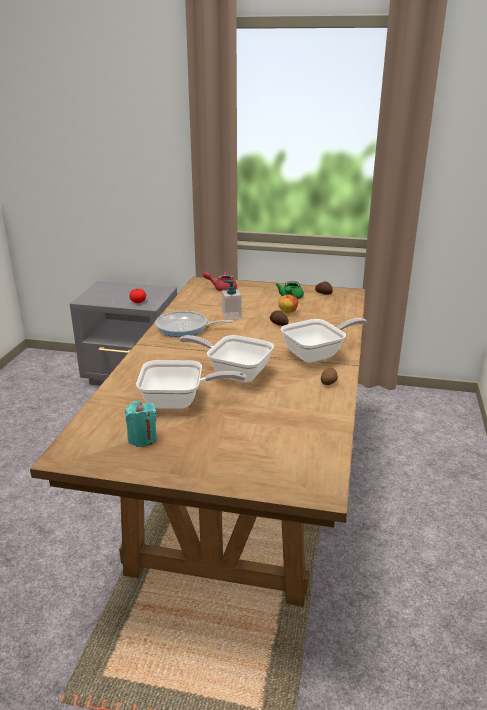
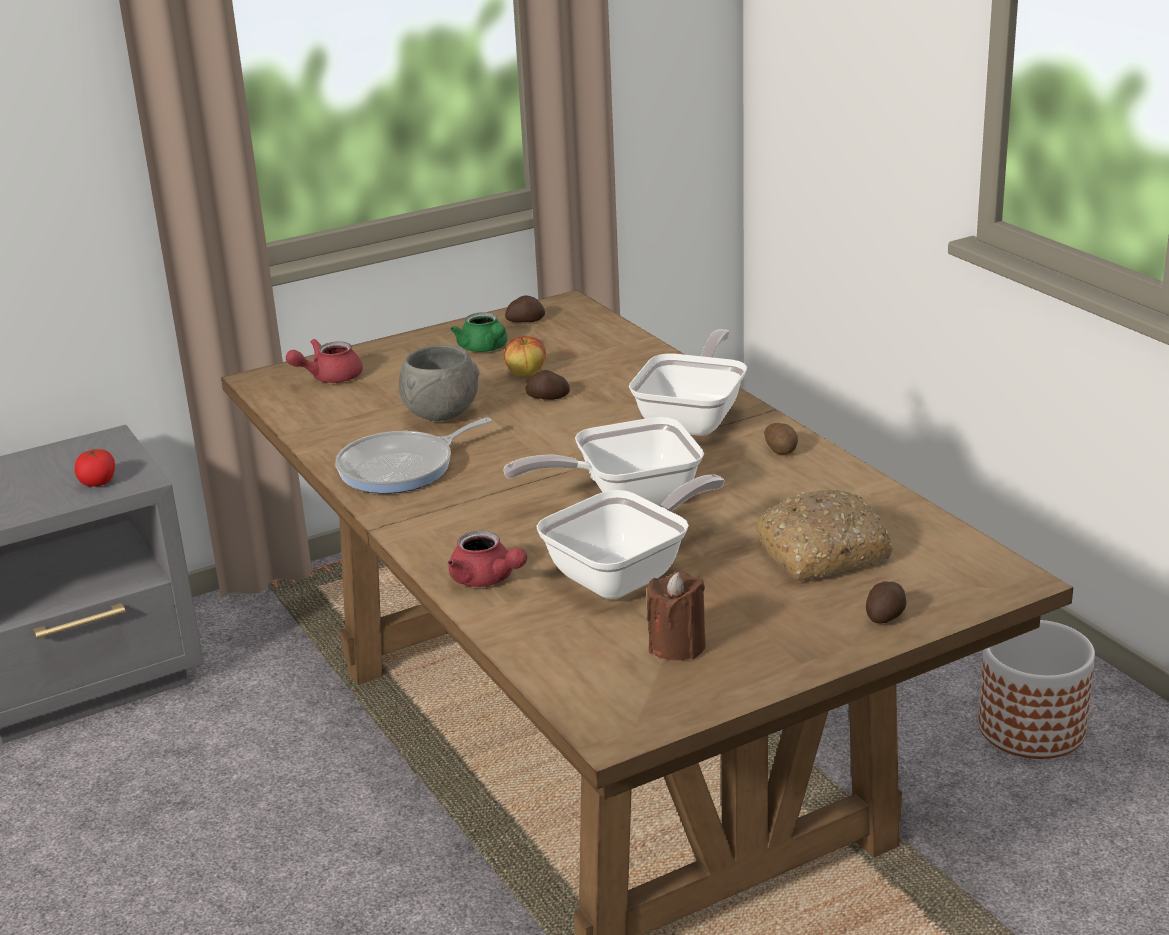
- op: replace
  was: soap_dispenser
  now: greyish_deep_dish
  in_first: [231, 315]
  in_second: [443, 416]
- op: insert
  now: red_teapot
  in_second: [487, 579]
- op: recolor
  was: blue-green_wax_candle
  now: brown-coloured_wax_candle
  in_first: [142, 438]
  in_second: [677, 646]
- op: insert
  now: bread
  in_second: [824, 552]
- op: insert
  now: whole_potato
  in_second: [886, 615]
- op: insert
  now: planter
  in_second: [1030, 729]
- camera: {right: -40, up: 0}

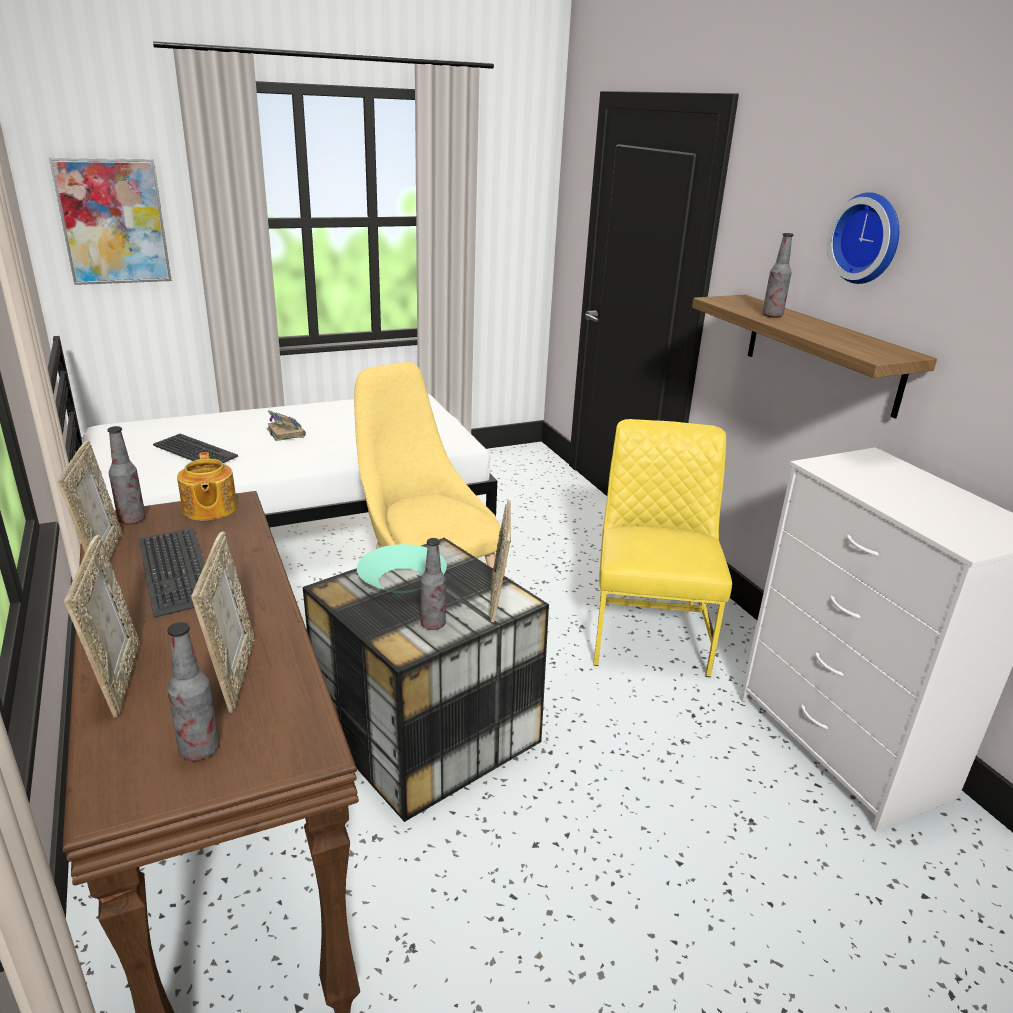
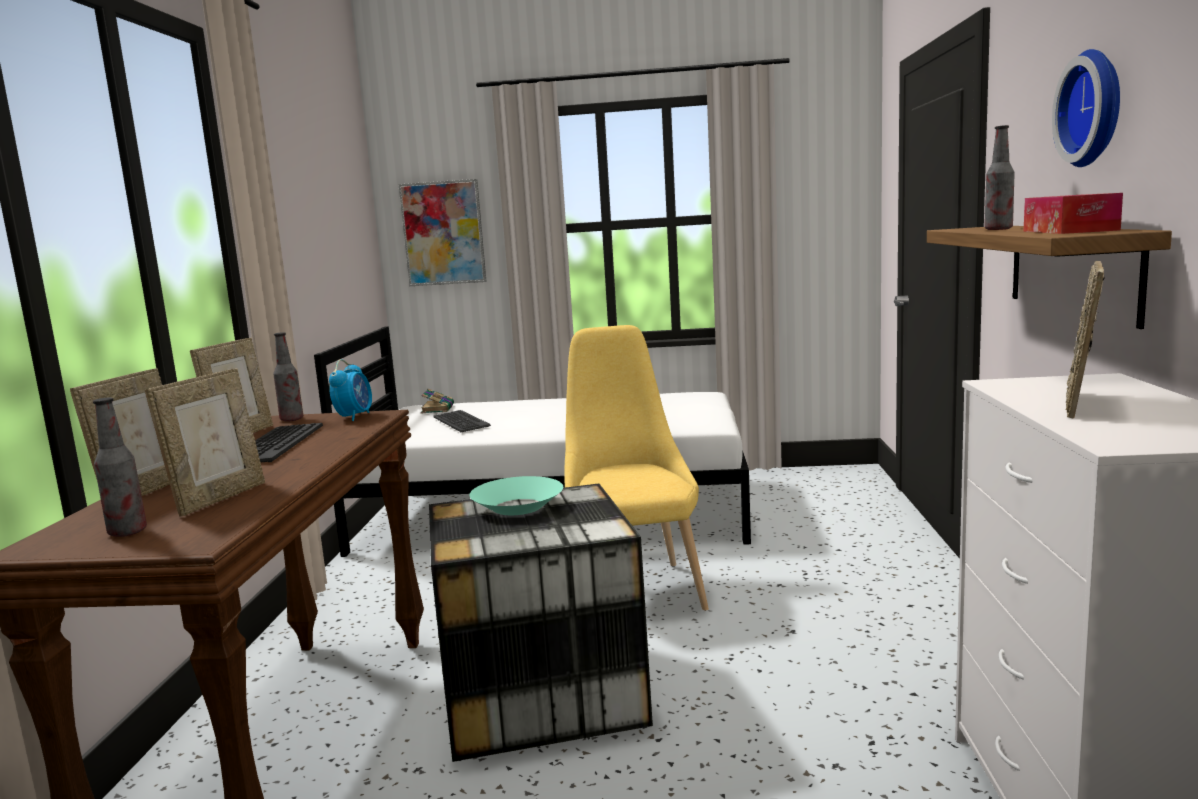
- op: replace
  was: teapot
  now: alarm_clock
  in_first: [209, 509]
  in_second: [354, 416]
- op: move
  was: volume
  in_first: [285, 432]
  in_second: [437, 408]
- op: insert
  now: tissue_box
  in_second: [1069, 230]
- op: move
  was: standing_frame
  in_first: [499, 599]
  in_second: [1081, 405]
- op: delete
  was: bottle
  in_first: [433, 624]
- op: delete
  was: yellowish_chair
  in_first: [649, 633]
- camera: {right: 30, up: -15}

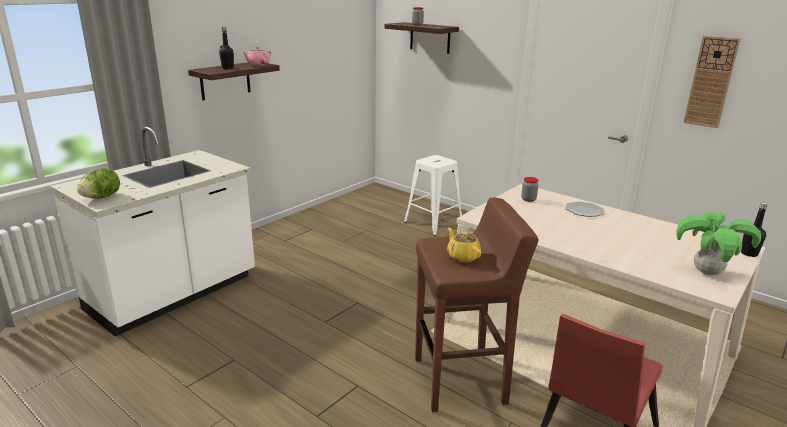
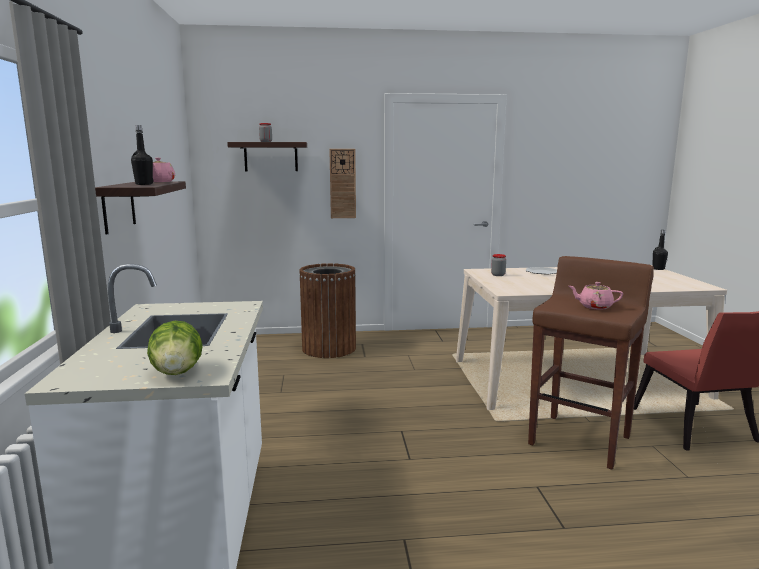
- op: replace
  was: whitish_sitting_stool
  now: brown-coloured_waste_bin
  in_first: [433, 222]
  in_second: [329, 348]
- op: move
  was: clock_on_the_wall
  in_first: [711, 82]
  in_second: [342, 183]
- op: recolor
  was: yellowish_teapot
  now: pink_teapot
  in_first: [462, 256]
  in_second: [594, 306]
- op: delete
  was: potted_plant
  in_first: [707, 272]
- camera: {right: -45, up: -10}

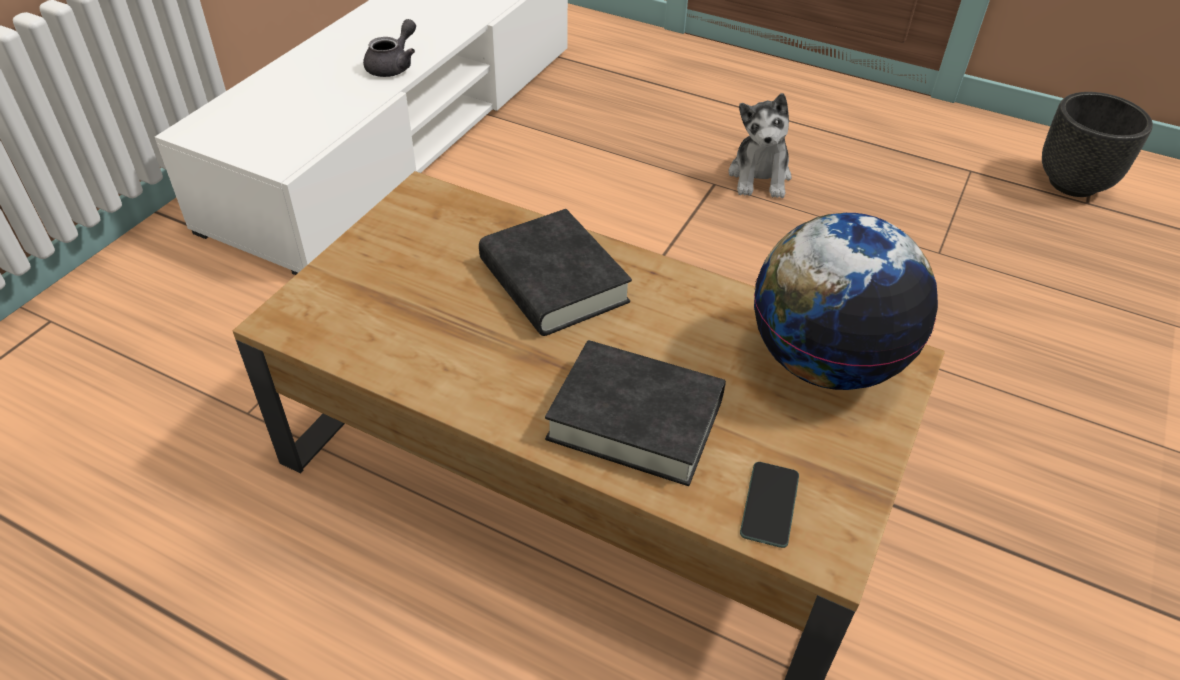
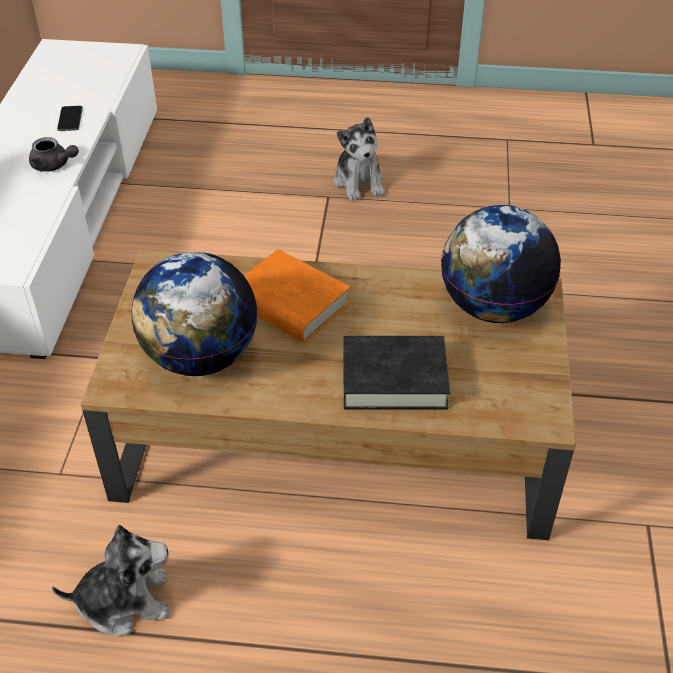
- op: rotate
  was: greyish_teapot
  in_first: [393, 66]
  in_second: [54, 165]
  clockwise: 105
- op: insert
  now: soft_toy
  in_second: [125, 601]
- op: move
  was: telephone
  in_first: [769, 504]
  in_second: [70, 119]
- op: insert
  now: desk_globe
  in_second: [200, 357]
- op: recolor
  was: blackish_volume
  now: orangey_volume
  in_first: [553, 282]
  in_second: [290, 303]
- op: delete
  was: blackish_planter
  in_first: [1074, 184]
- camera: {right: -20, up: 0}

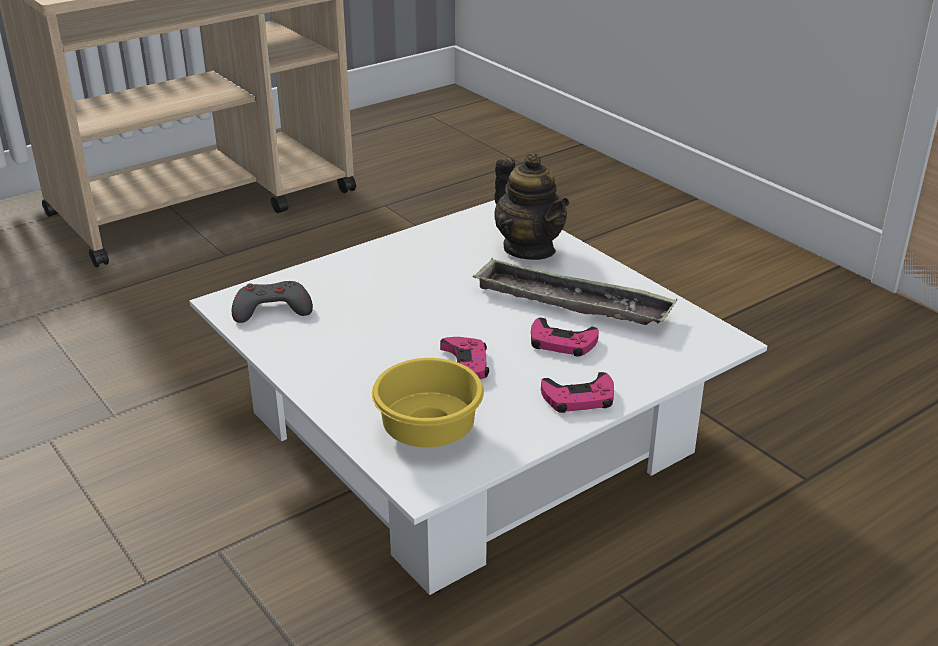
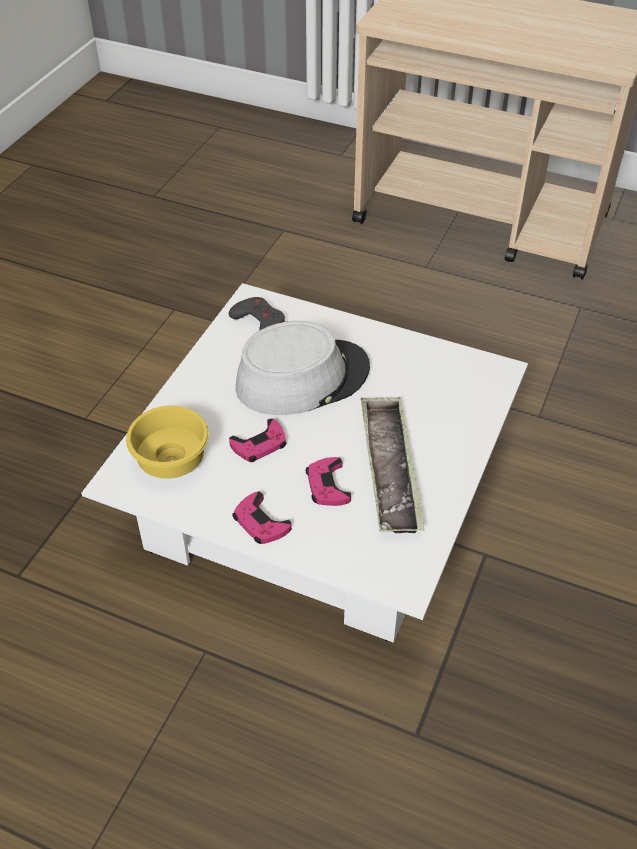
- op: insert
  now: greyish_clothing_hat
  in_second: [302, 377]
- op: delete
  was: teapot
  in_first: [529, 249]
- camera: {right: 60, up: 15}

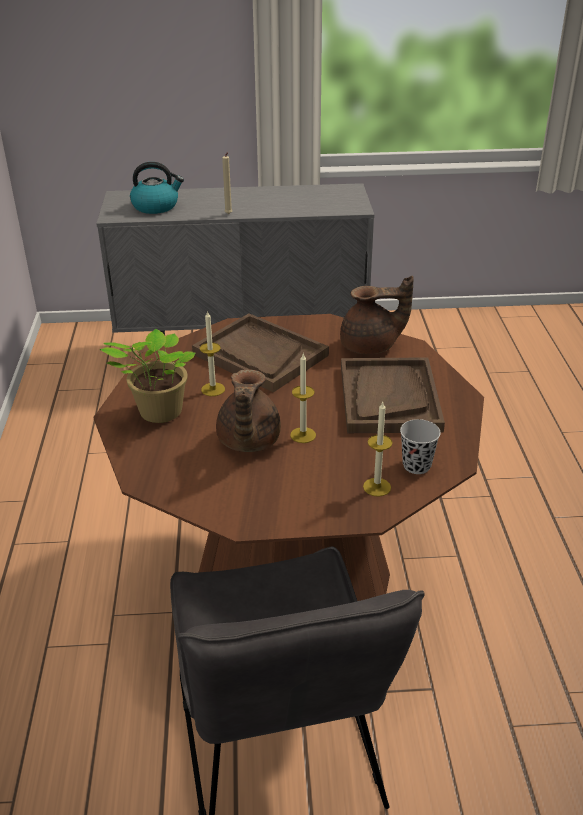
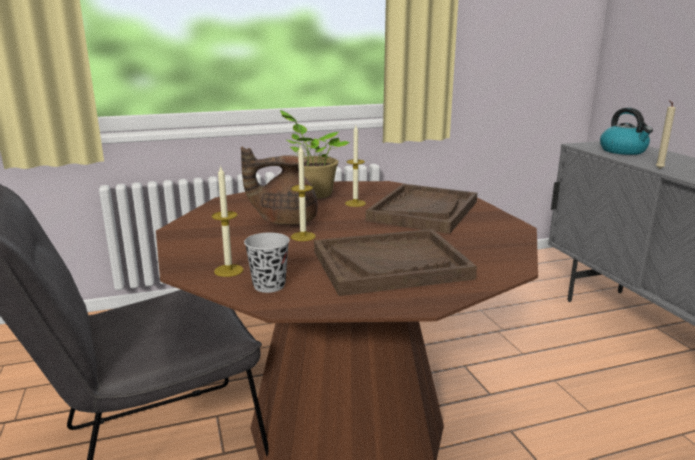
- op: delete
  was: brown-coloured_teapot
  in_first: [371, 346]
- camera: {right: 75, up: -15}

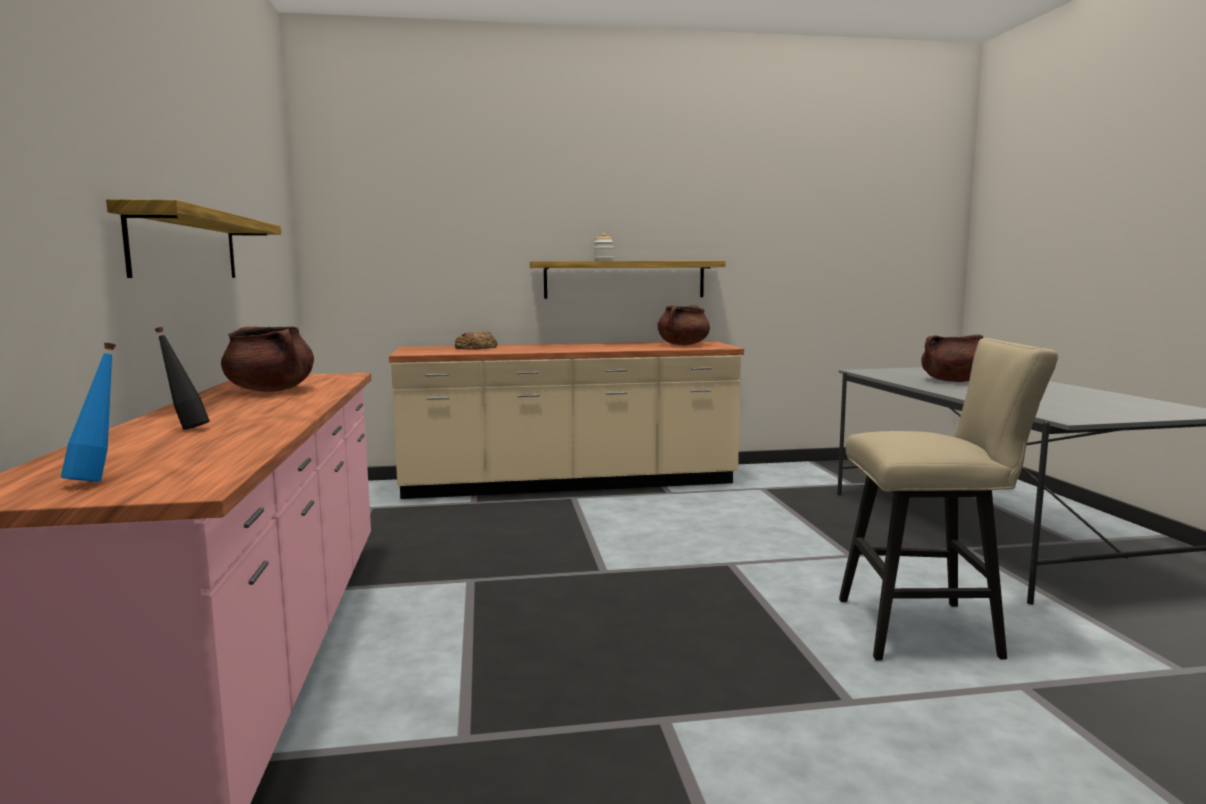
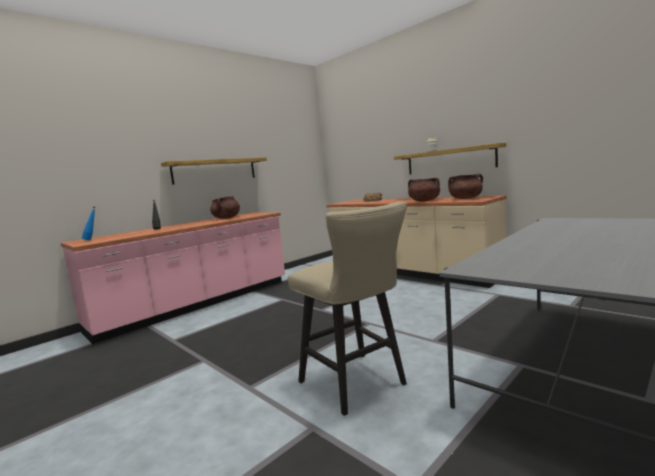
- op: move
  was: brown-coloured_saucepot
  in_first: [953, 381]
  in_second: [424, 201]
- camera: {right: 55, up: 0}

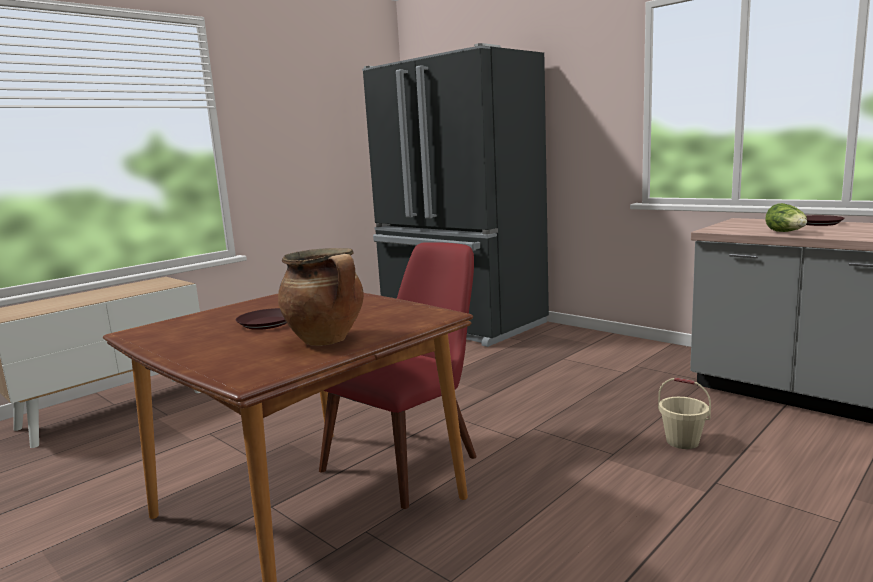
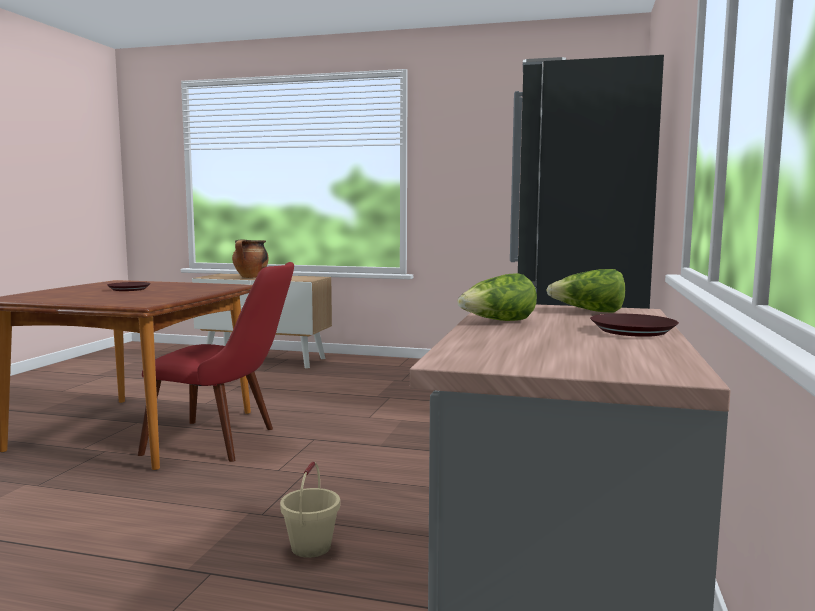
- op: move
  was: saucepot
  in_first: [327, 340]
  in_second: [250, 277]
- op: insert
  now: head_of_lettuce
  in_second: [589, 311]
- camera: {right: 60, up: -5}

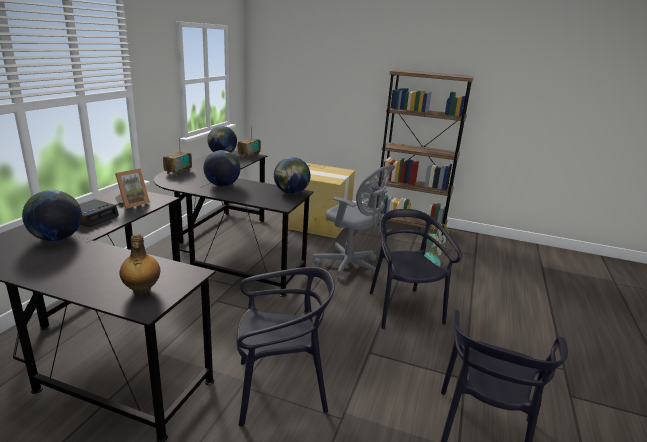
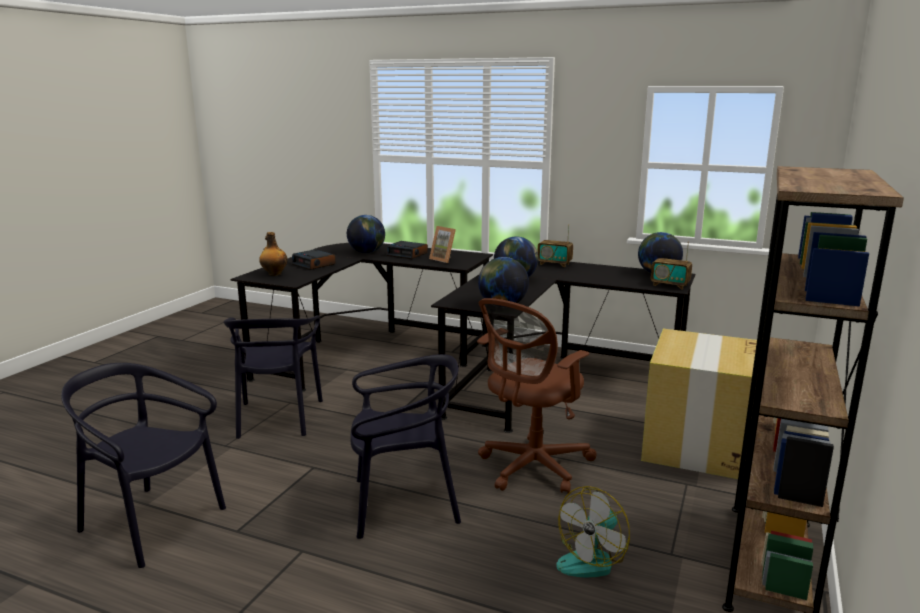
- op: insert
  now: alarm_clock
  in_second: [314, 264]
- op: recolor
  was: greyish_office_chair
  now: brown-coloured_office_chair
  in_first: [350, 267]
  in_second: [531, 468]
- camera: {right: 95, up: -5}

